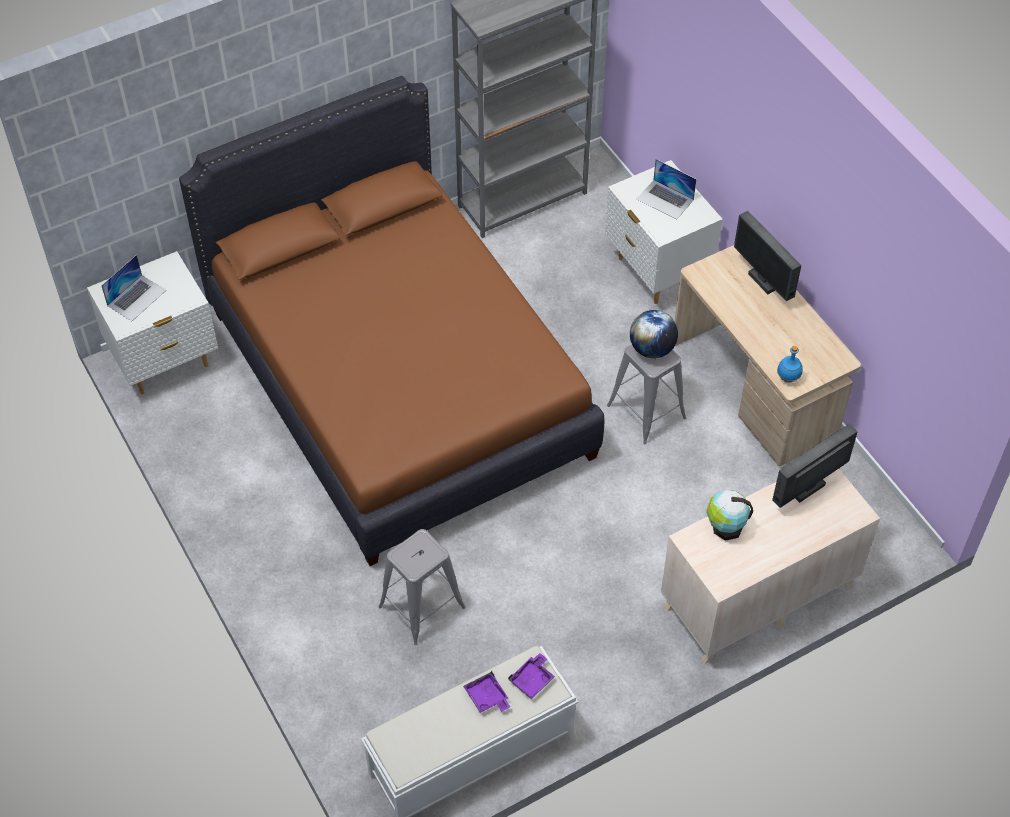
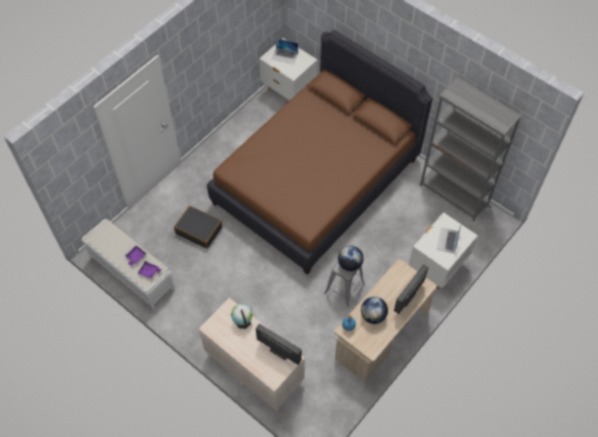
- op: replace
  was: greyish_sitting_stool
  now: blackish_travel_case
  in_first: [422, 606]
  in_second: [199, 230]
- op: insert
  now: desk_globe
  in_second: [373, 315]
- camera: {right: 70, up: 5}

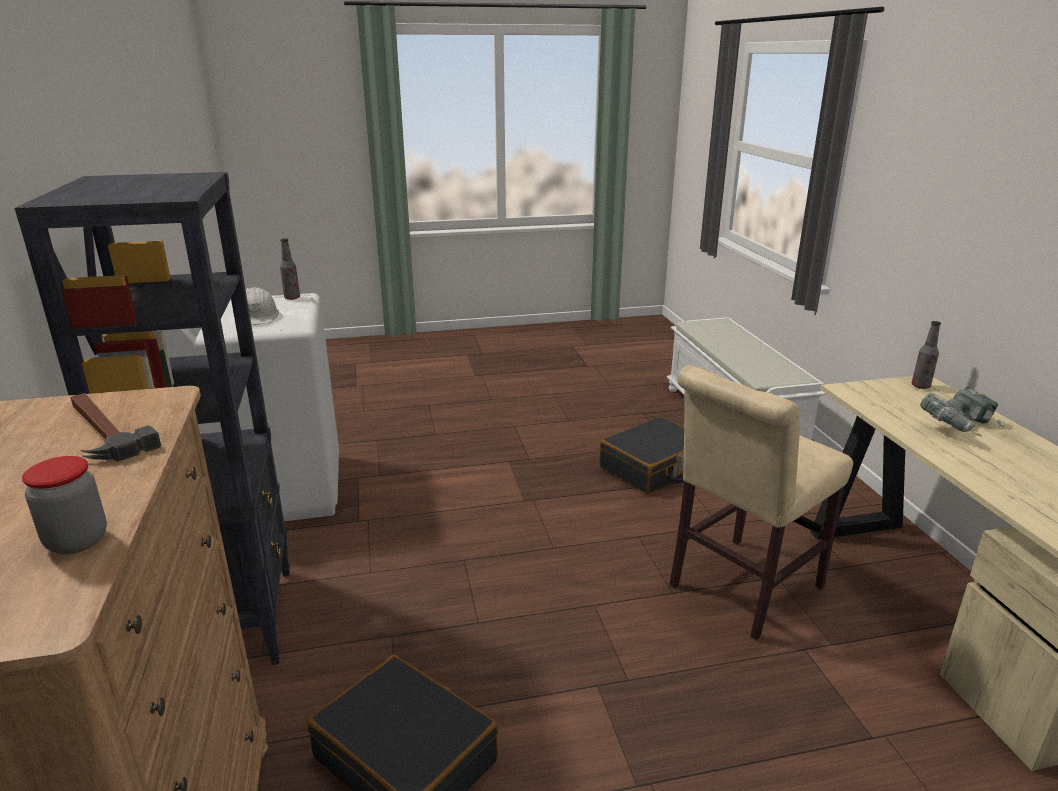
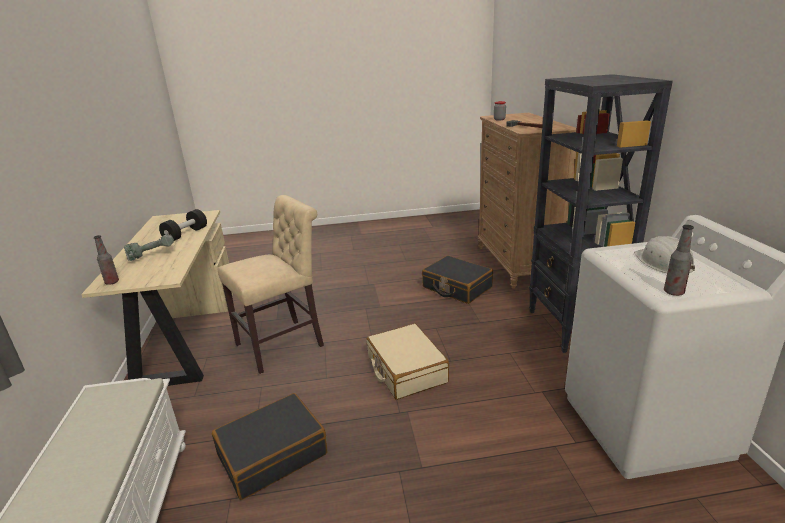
- op: insert
  now: blackish_dumbbell
  in_second: [186, 234]
- op: insert
  now: sand-coloured_travel_case
  in_second: [406, 370]
- camera: {right: -175, up: 0}

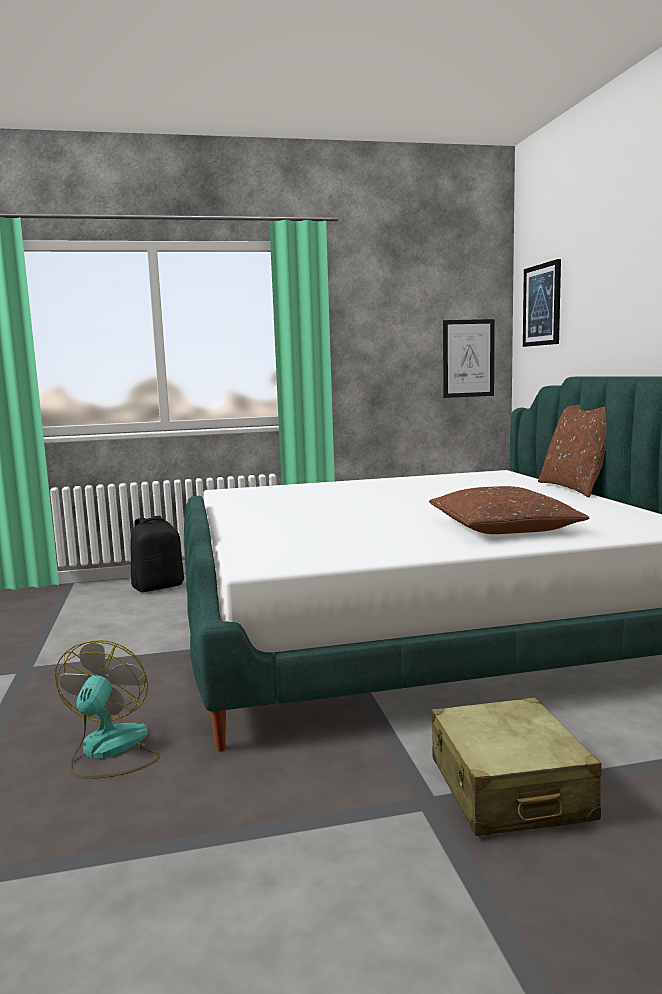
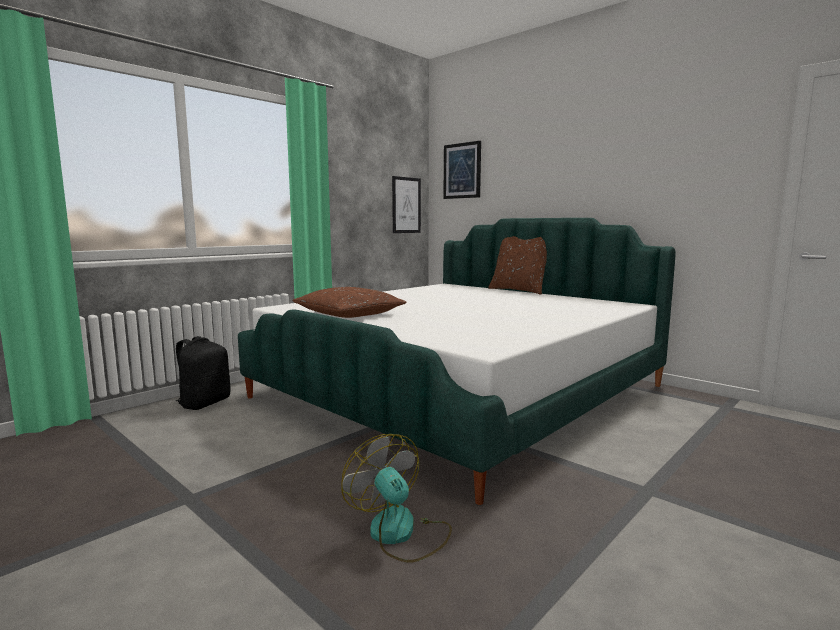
- op: move
  was: brown-coloured_cushion
  in_first: [503, 527]
  in_second: [349, 314]
- op: delete
  was: sand-coloured_travel_case
  in_first: [508, 789]
- camera: {right: -35, up: 0}

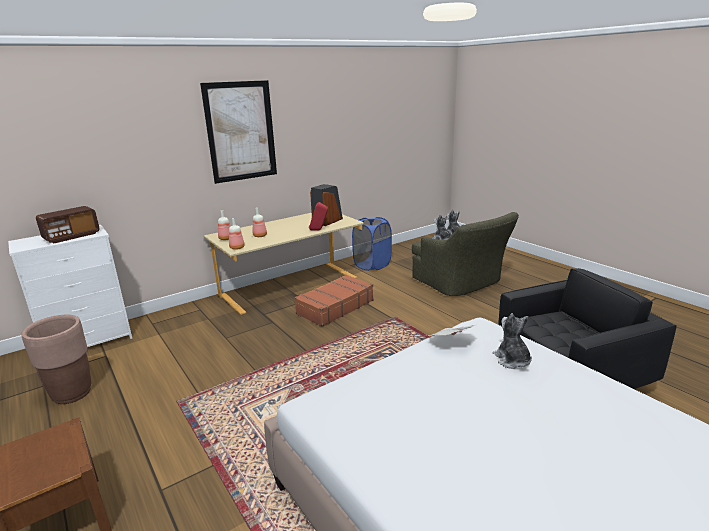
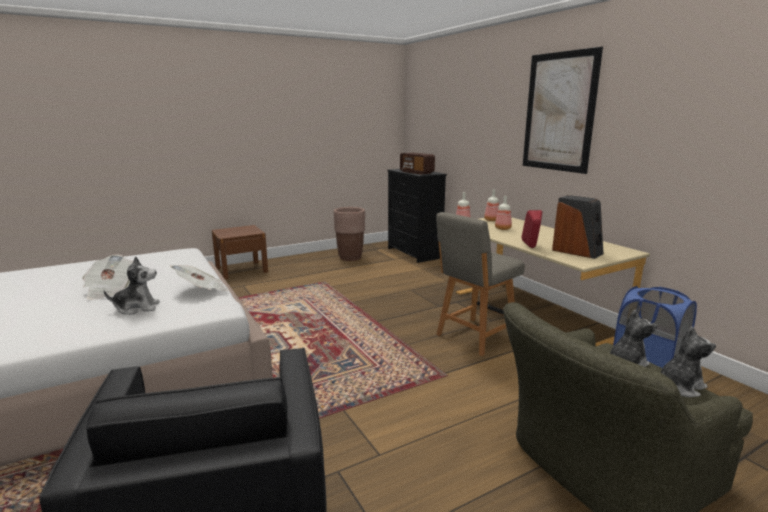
- op: insert
  now: printed_paper
  in_second: [110, 290]
- op: recolor
  was: whitish_drawer_chest
  now: blackish_drawer_chest
  in_first: [89, 342]
  in_second: [414, 253]
- op: replace
  was: brown-coloured_travel_case
  now: greyish_chair
  in_first: [334, 307]
  in_second: [474, 337]
- camera: {right: 95, up: -5}

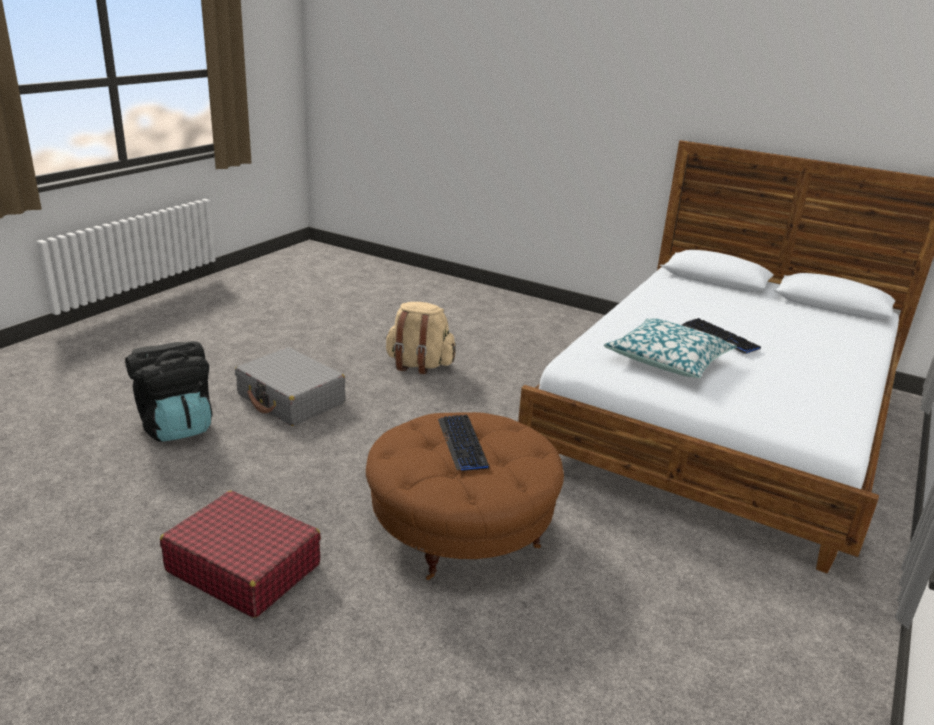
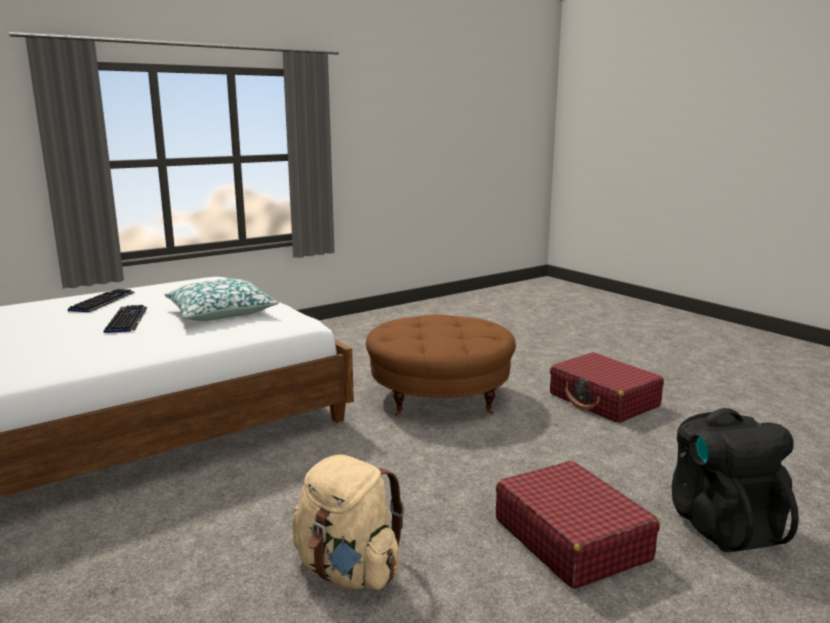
- op: move
  was: keyboard
  in_first: [463, 443]
  in_second: [103, 302]
- op: recolor
  was: greyish_travel_case
  now: red_travel_case
  in_first: [291, 399]
  in_second: [571, 539]
- camera: {right: -155, up: -10}

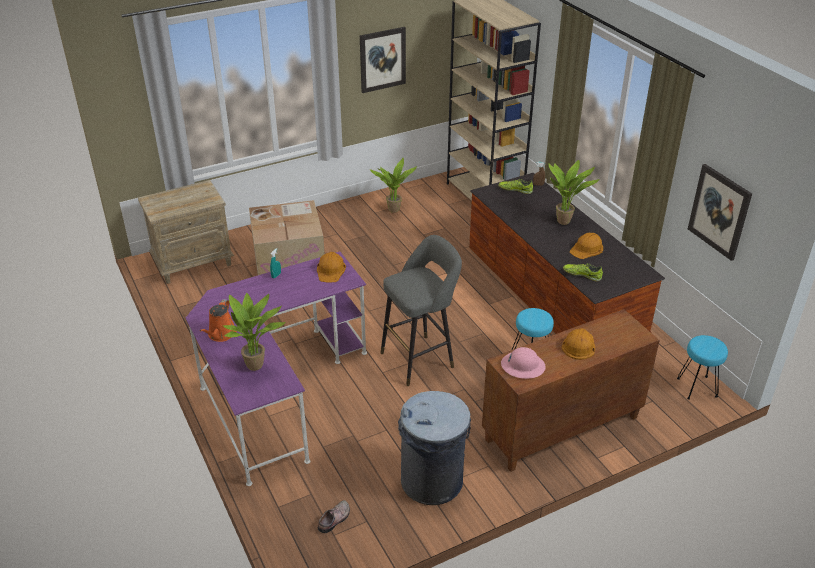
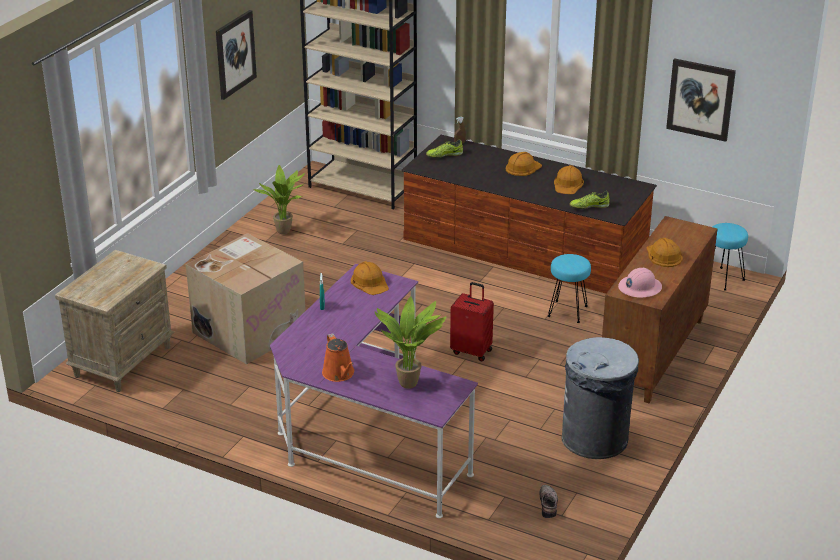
- op: replace
  was: greyish_sitting_stool
  now: red_travel_case
  in_first: [421, 358]
  in_second: [472, 351]
- op: replace
  was: potted_plant
  now: orangey_safety_helmet
  in_first: [565, 221]
  in_second: [522, 167]
- camera: {right: -35, up: -5}

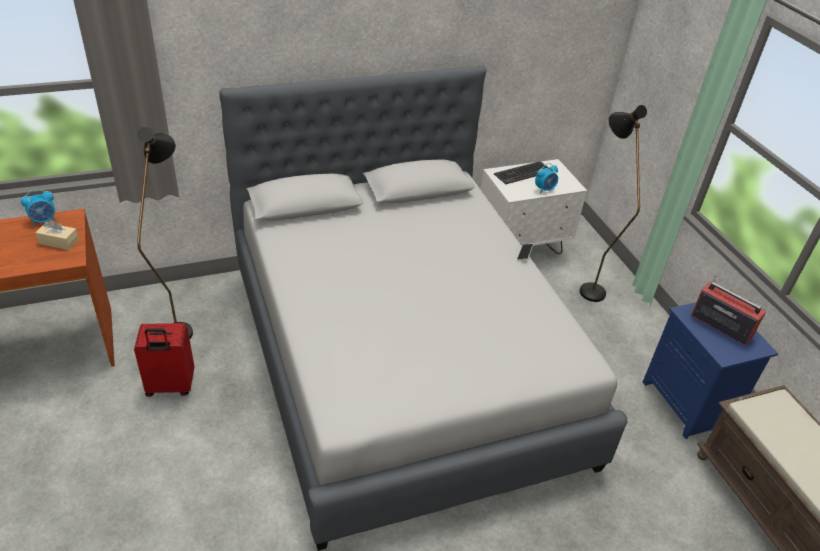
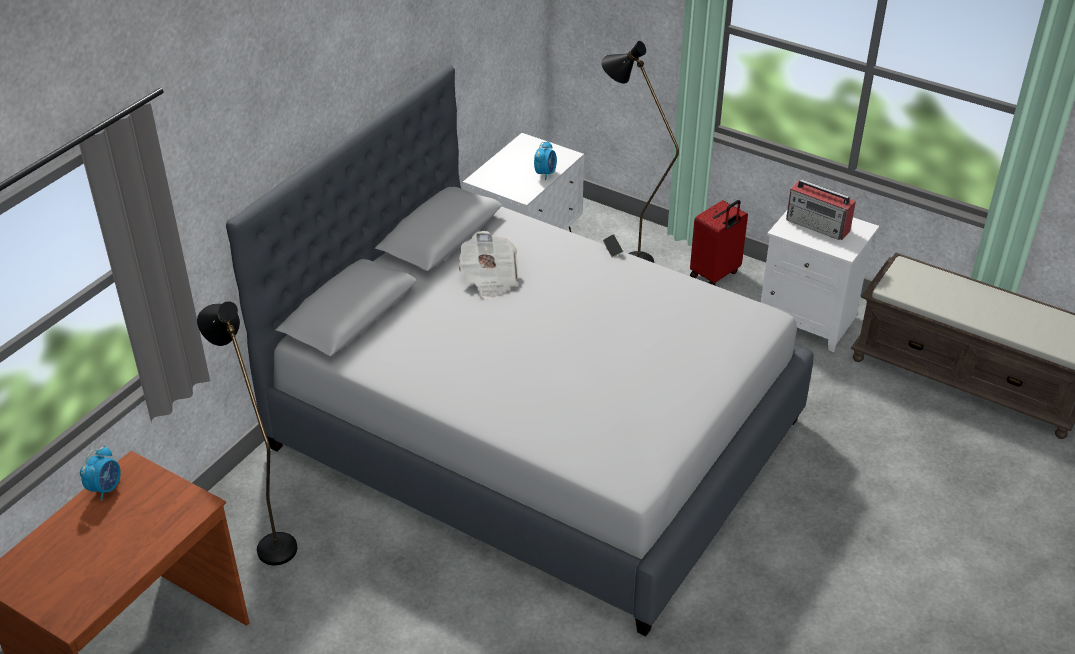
- op: insert
  now: printed_paper
  in_second: [489, 279]
- op: move
  was: red_travel_case
  in_first: [170, 386]
  in_second: [715, 275]
- op: recolor
  was: blue-coloured_bedside_table
  now: whitish_bedside_table
  in_first: [689, 404]
  in_second: [810, 320]
- op: rotate
  was: radio_set
  in_first: [720, 325]
  in_second: [818, 225]
  clockwise: -150
- op: delete
  was: sand-coloured_tissue_box
  in_first: [59, 242]
- op: delete
  was: keyboard
  in_first: [523, 173]
- camera: {right: -35, up: 0}

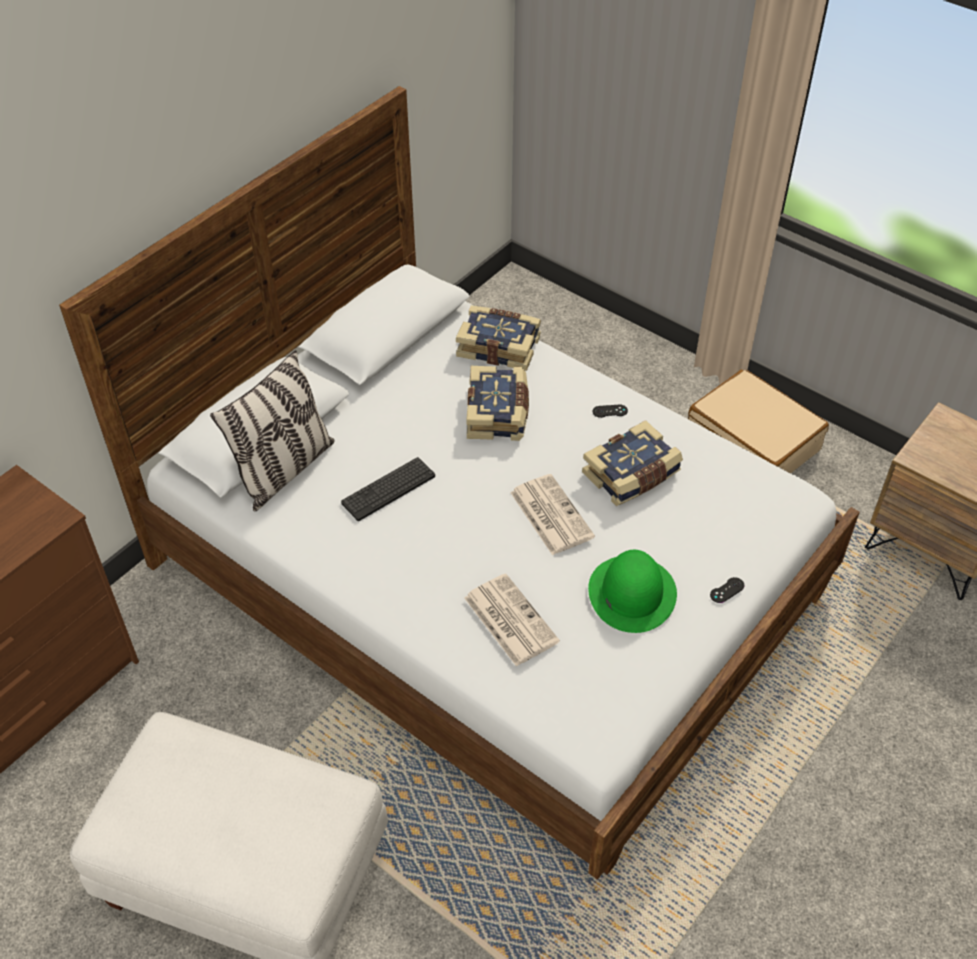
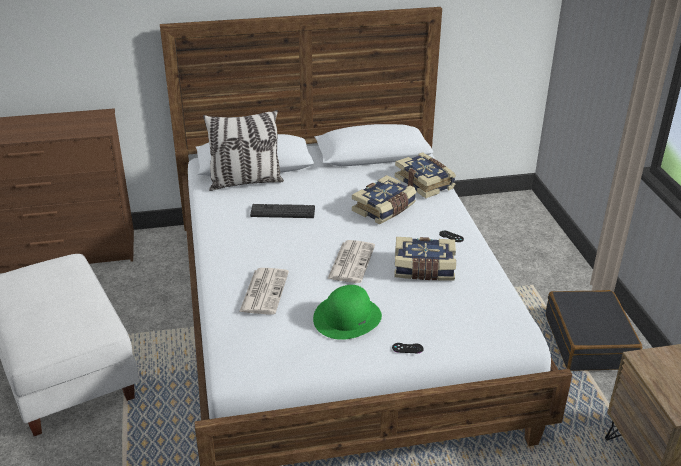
- op: recolor
  was: sand-coloured_travel_case
  now: blackish_travel_case
  in_first: [753, 441]
  in_second: [589, 341]
- camera: {right: 40, up: -15}

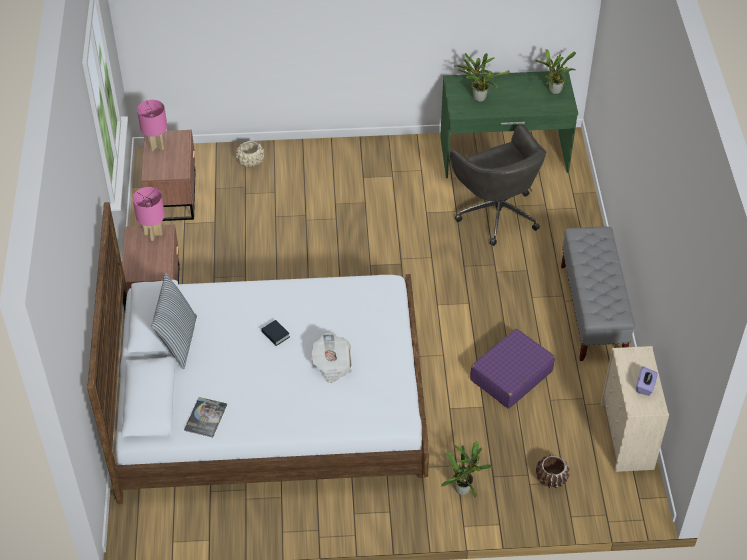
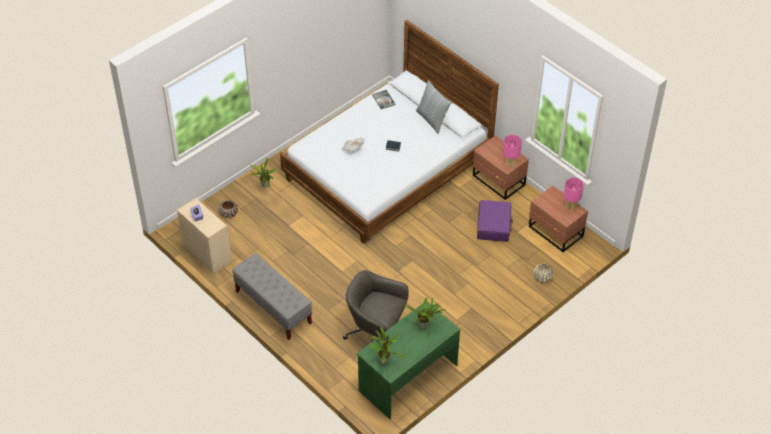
- op: move
  was: purplish_travel_case
  in_first: [511, 375]
  in_second: [493, 225]
- camera: {right: 140, up: 0}

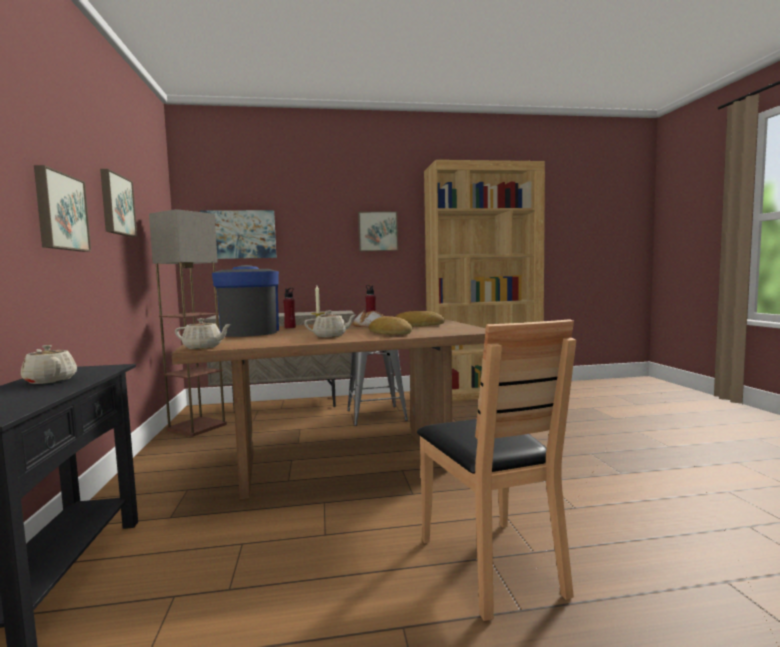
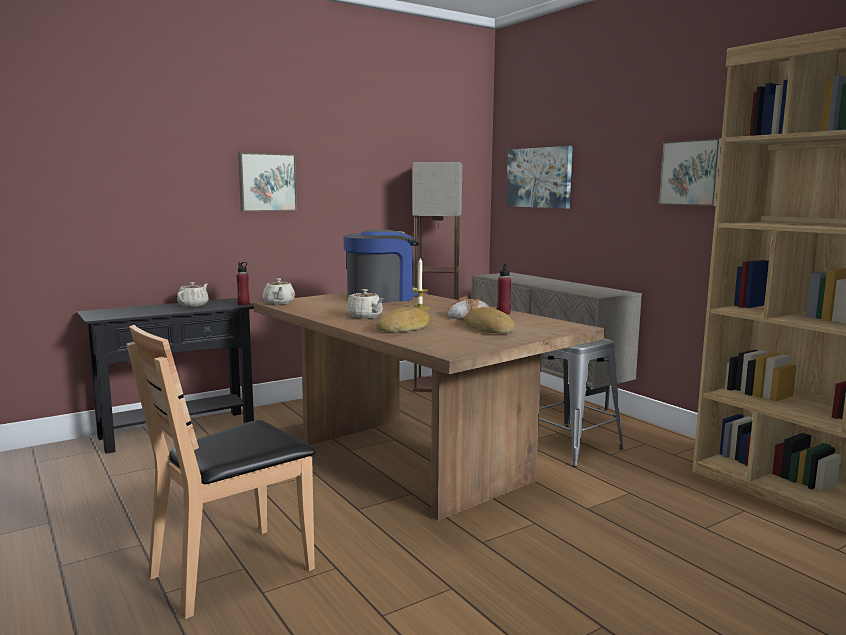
- op: move
  was: red_bottle
  in_first: [290, 327]
  in_second: [243, 304]
- op: delete
  was: wall_art
  in_first: [116, 205]
- camera: {right: 65, up: 5}

